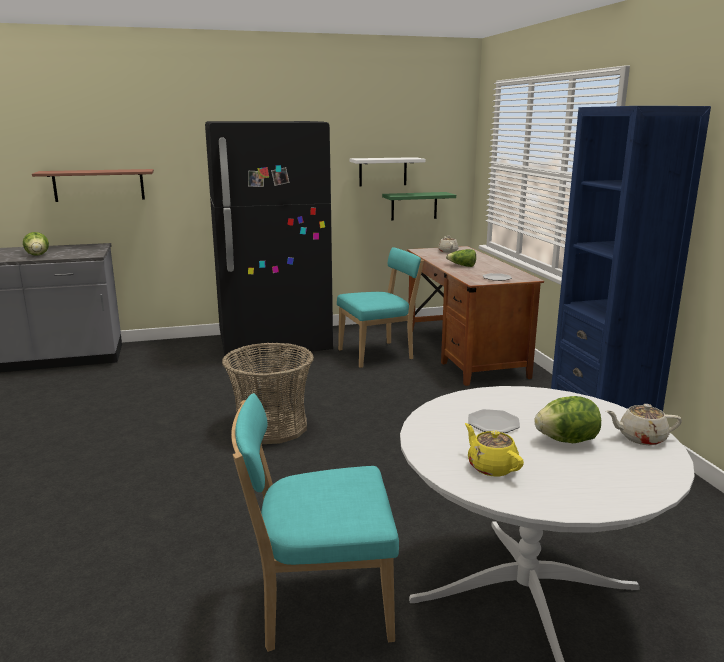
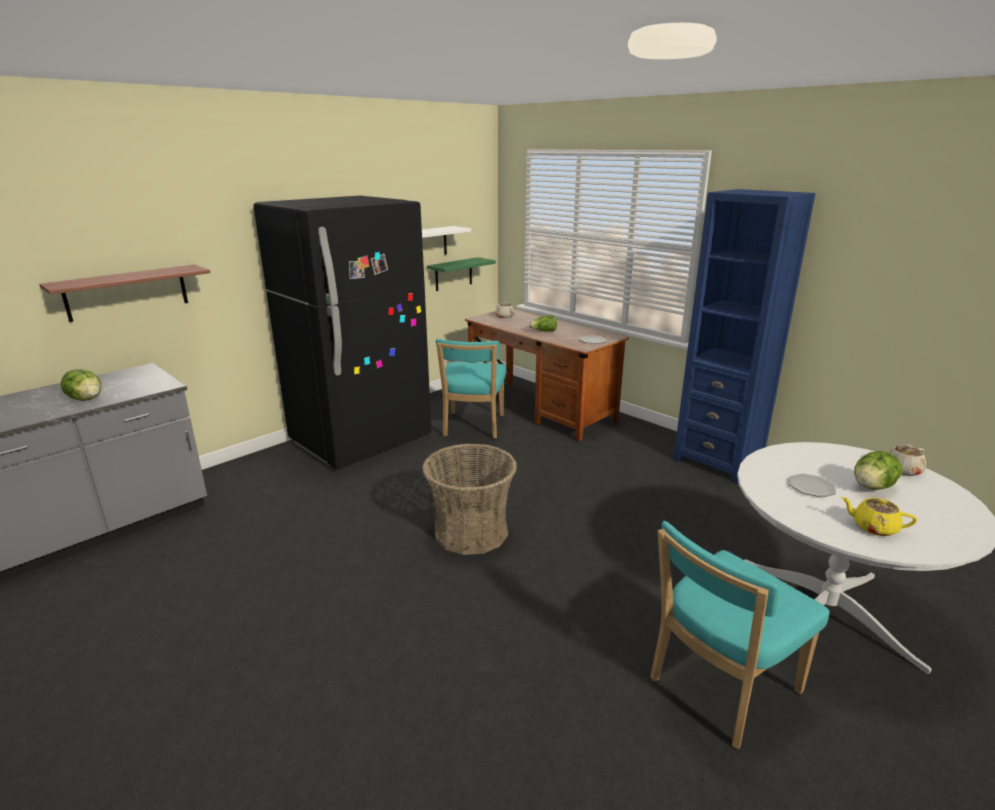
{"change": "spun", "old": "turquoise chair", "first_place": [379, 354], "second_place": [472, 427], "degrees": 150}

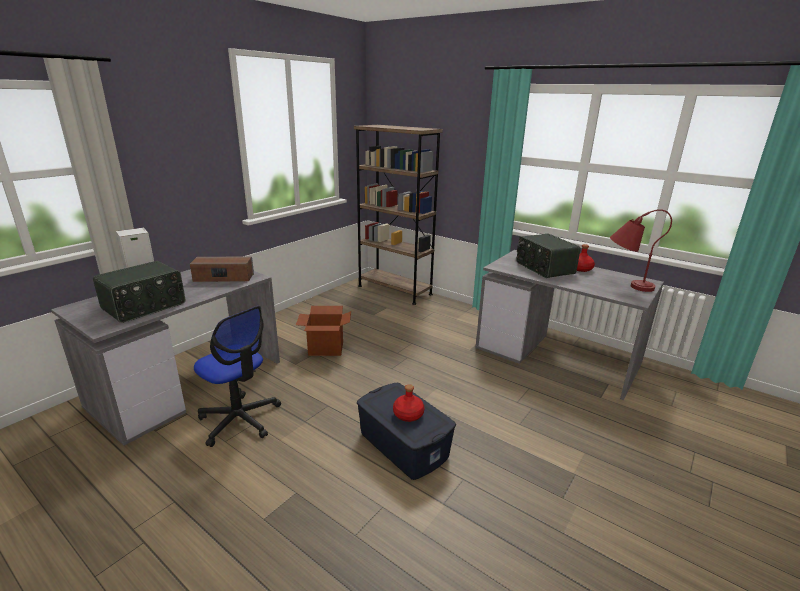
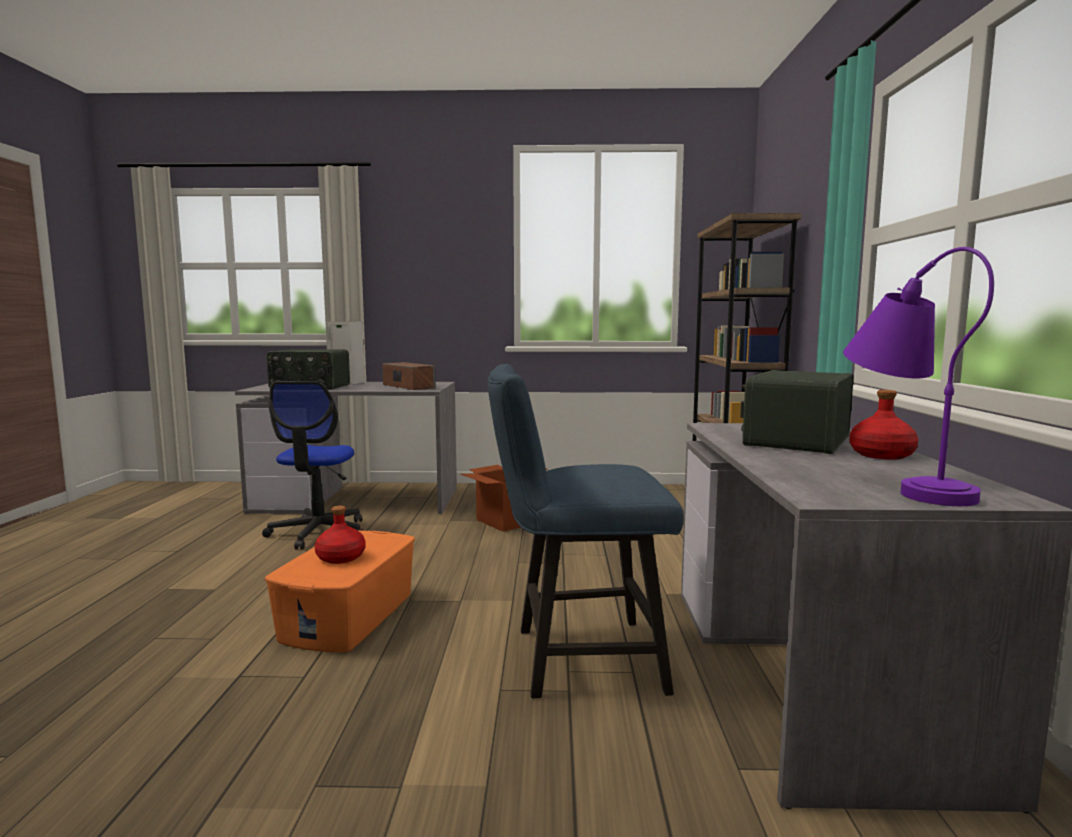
{"change": "appeared", "new": "blue chair", "second_place": [575, 659]}
{"change": "colour", "old": "blue storage box", "new": "orange storage box", "first_place": [404, 444], "second_place": [350, 616]}
{"change": "colour", "old": "red table lamp", "new": "purple table lamp", "first_place": [625, 285], "second_place": [901, 485]}

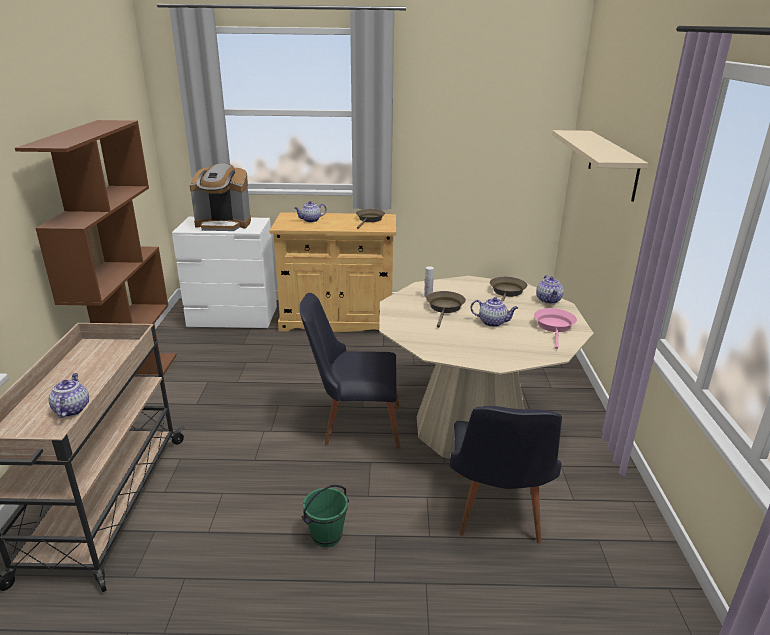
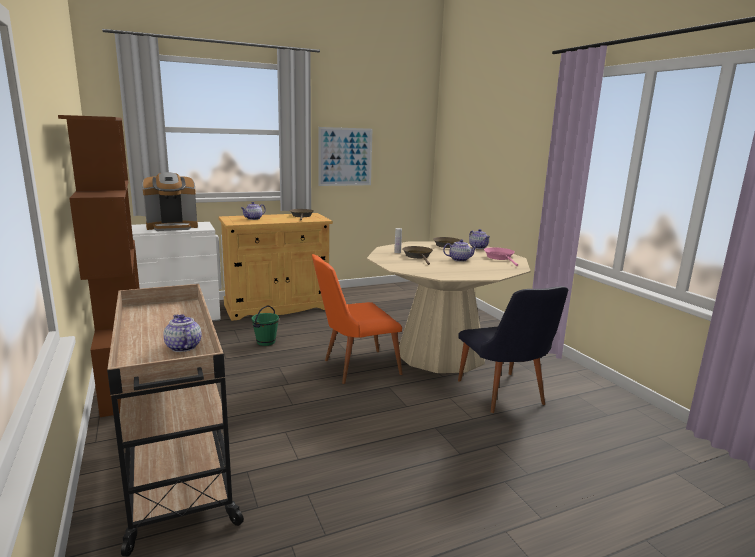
{"change": "missing", "old": "beige shelf", "first_place": [612, 164]}
{"change": "appeared", "new": "picture", "second_place": [345, 157]}
{"change": "relocated", "old": "green bucket", "first_place": [326, 535], "second_place": [265, 342]}
{"change": "colour", "old": "black chair", "new": "orange chair", "first_place": [354, 425], "second_place": [354, 367]}

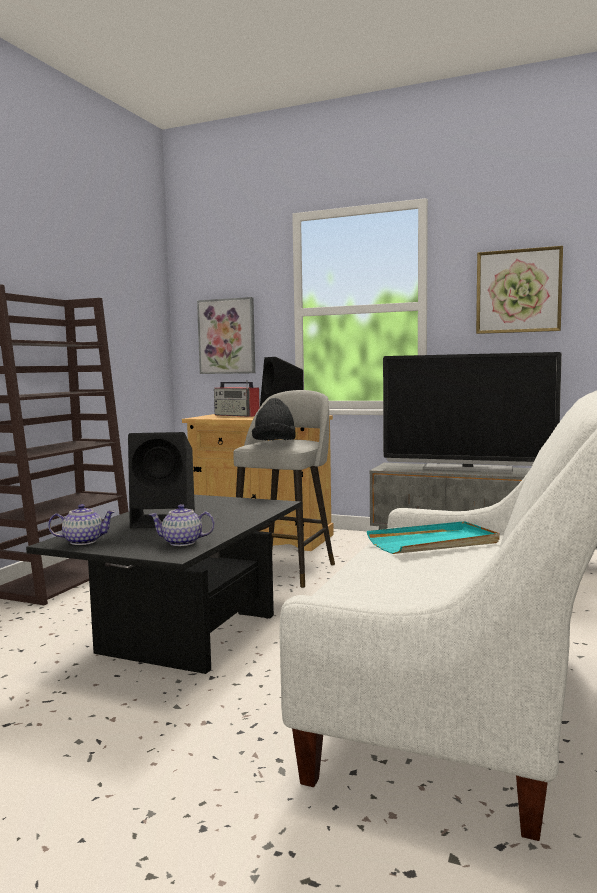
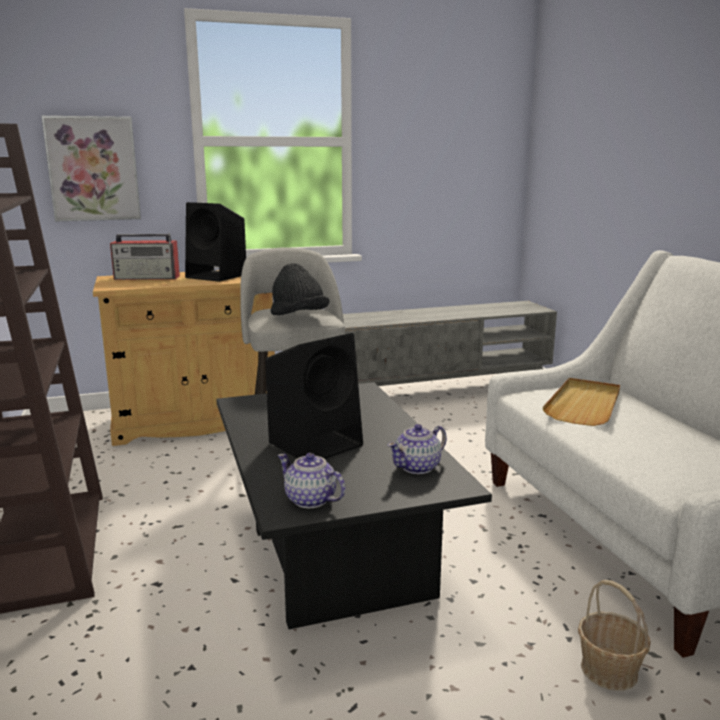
{"change": "missing", "old": "television", "first_place": [467, 469]}
{"change": "missing", "old": "picture", "first_place": [518, 291]}
{"change": "appeared", "new": "basket", "second_place": [609, 670]}
{"change": "colour", "old": "turquoise tray", "new": "beige tray", "first_place": [434, 542], "second_place": [584, 405]}
{"change": "spun", "old": "teapot", "first_place": [83, 541], "second_place": [310, 500], "degrees": -90}

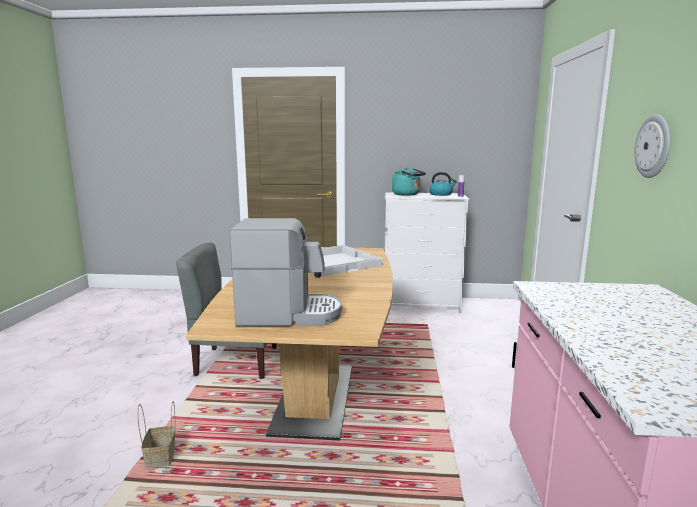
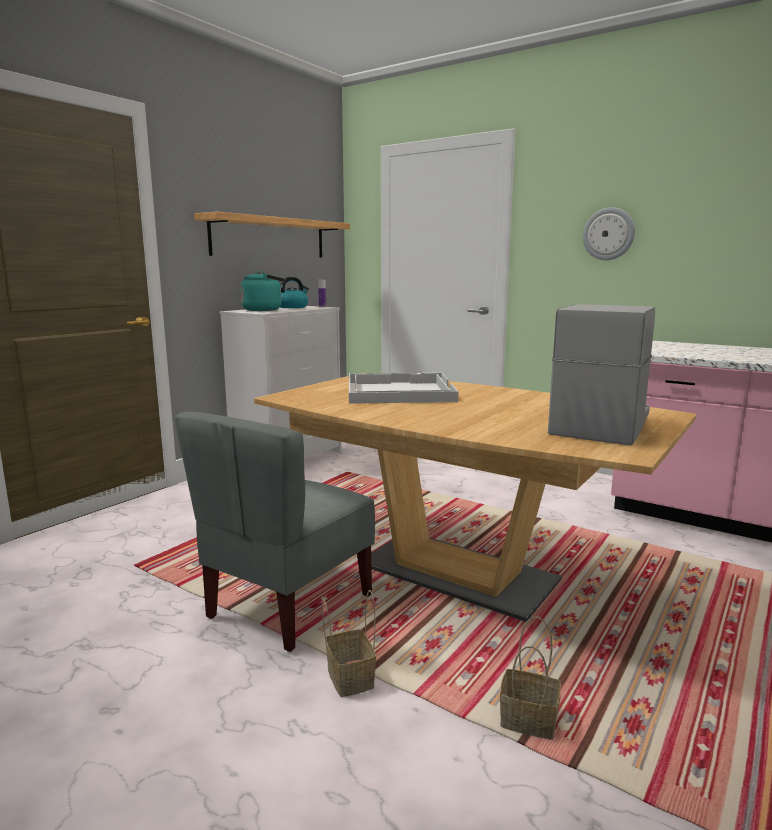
{"change": "appeared", "new": "shelf", "second_place": [270, 238]}
{"change": "appeared", "new": "basket", "second_place": [349, 677]}

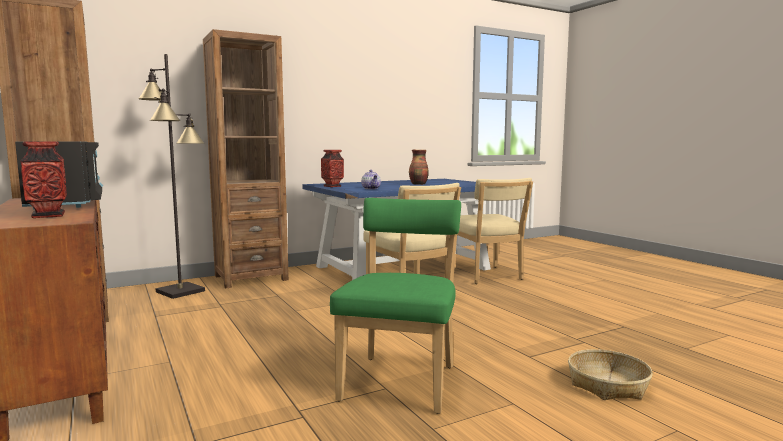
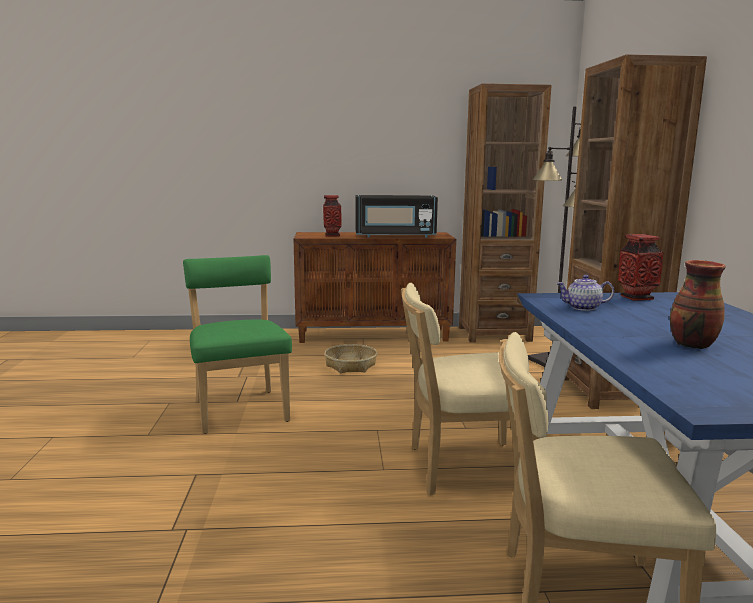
{"change": "relocated", "old": "basket", "first_place": [608, 385], "second_place": [350, 365]}
{"change": "spun", "old": "green chair", "first_place": [401, 380], "second_place": [240, 408], "degrees": -150}

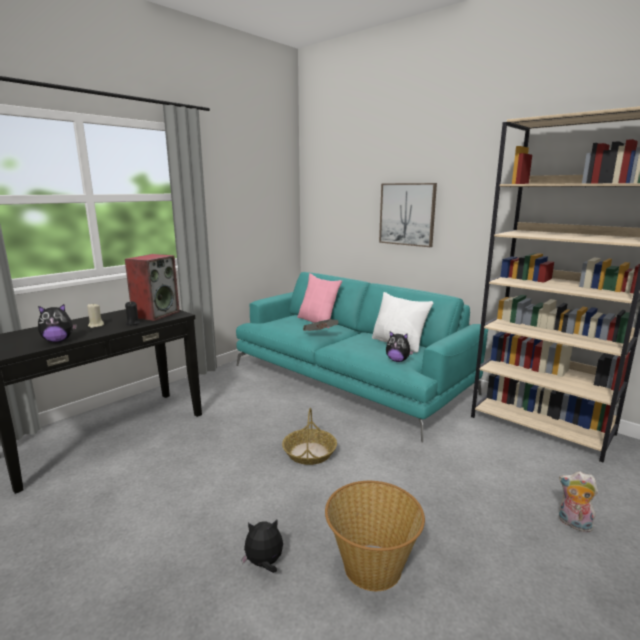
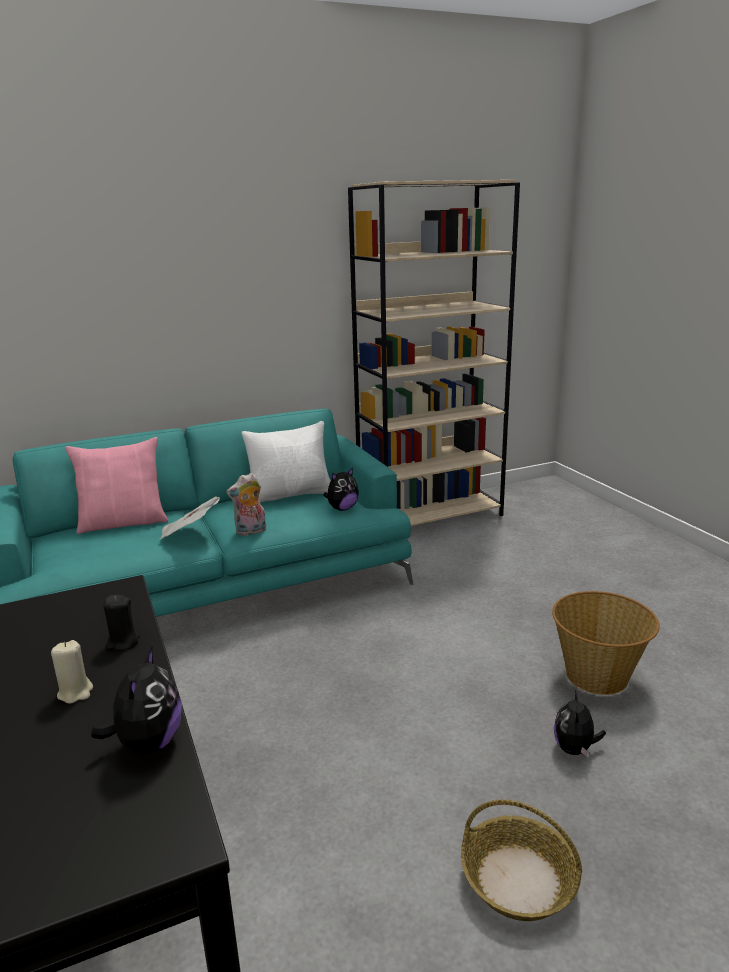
{"change": "missing", "old": "speaker", "first_place": [156, 314]}
{"change": "missing", "old": "picture", "first_place": [407, 214]}
{"change": "relocated", "old": "basket", "first_place": [309, 453], "second_place": [519, 880]}
{"change": "relocated", "old": "plush toy", "first_place": [573, 524], "second_place": [250, 532]}

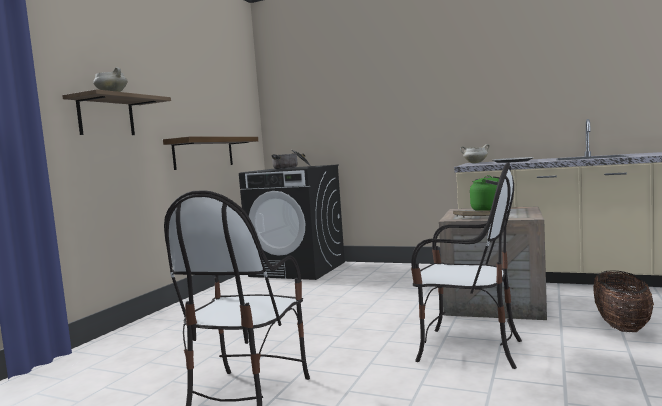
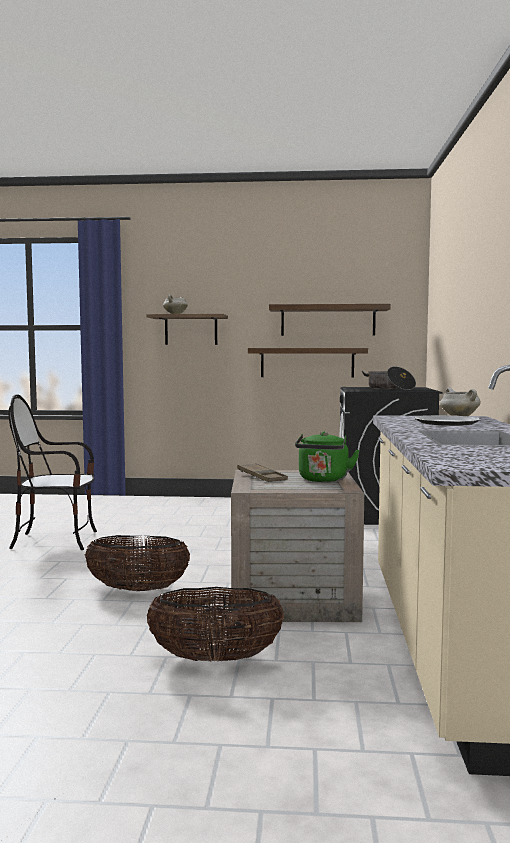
{"change": "appeared", "new": "shelf", "second_place": [328, 320]}
{"change": "exchanged", "old": "chair", "new": "basket", "first_place": [468, 349], "second_place": [138, 589]}

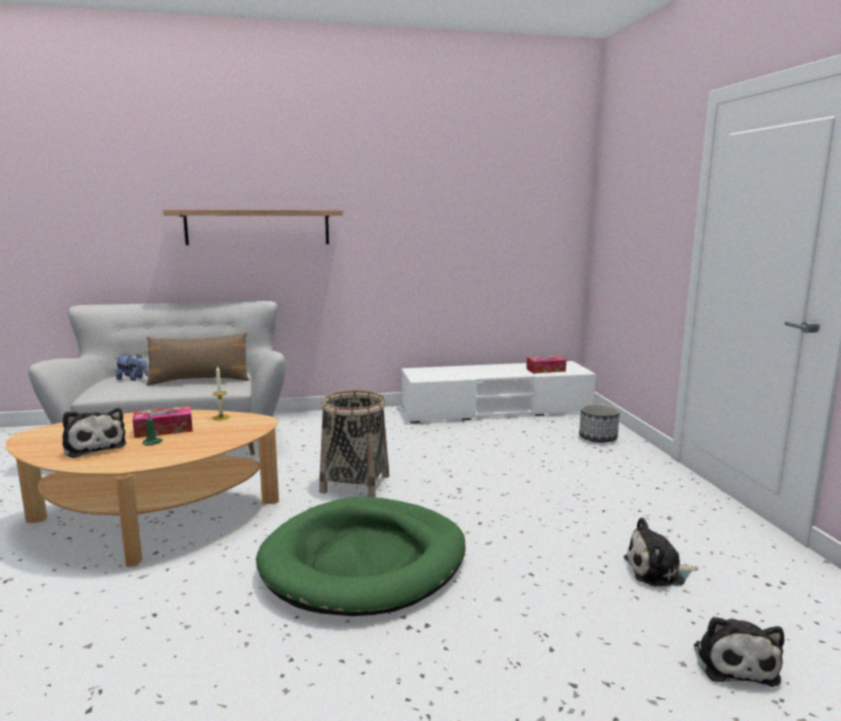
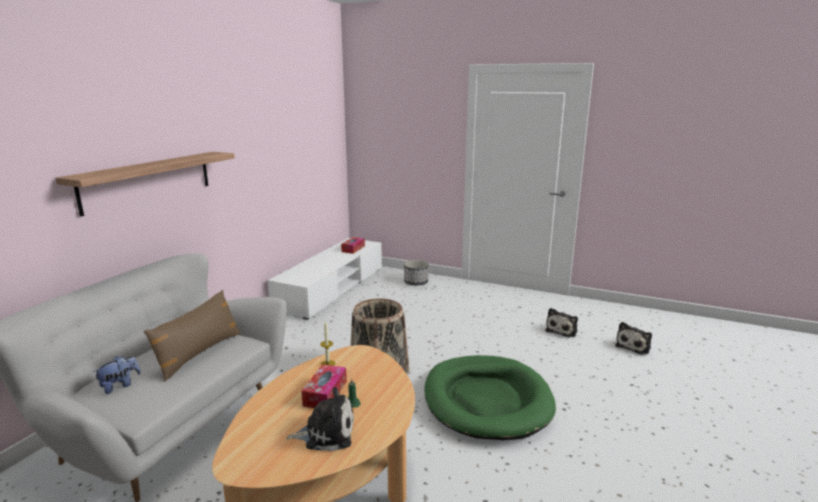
{"change": "spun", "old": "plush toy", "first_place": [733, 662], "second_place": [634, 346], "degrees": 90}

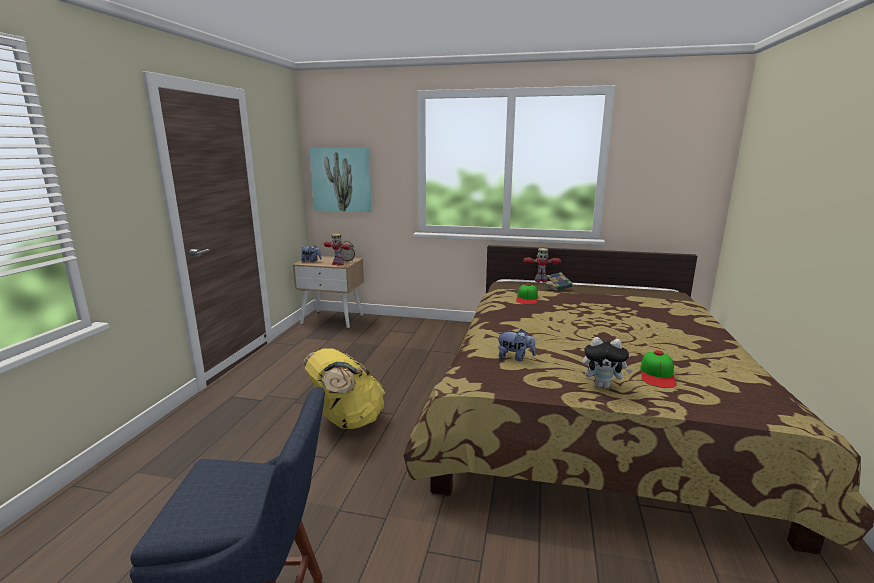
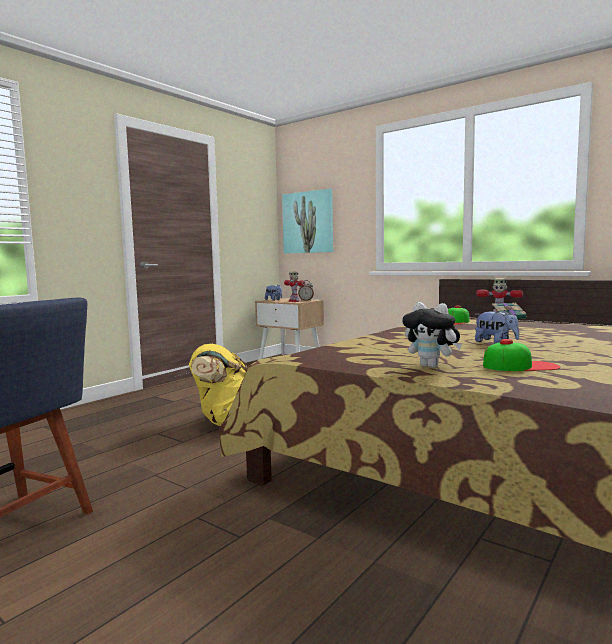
{"change": "relocated", "old": "plush toy", "first_place": [515, 357], "second_place": [495, 343]}
{"change": "spun", "old": "cap", "first_place": [657, 374], "second_place": [520, 366], "degrees": -135}

